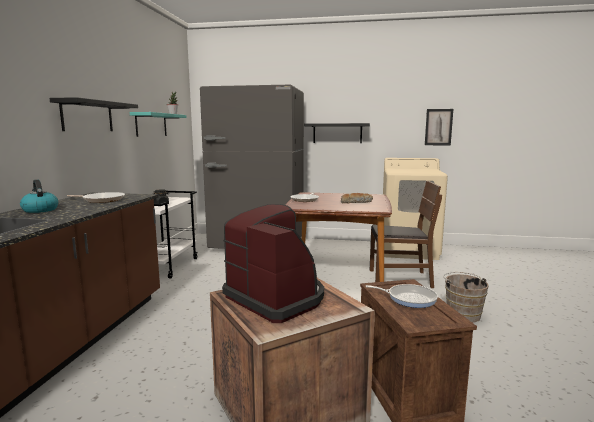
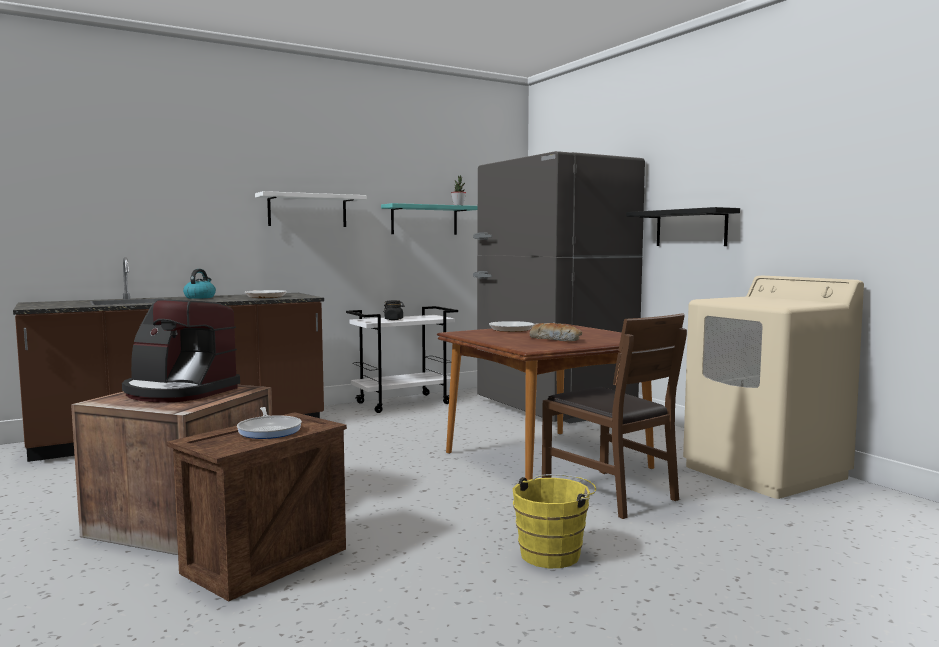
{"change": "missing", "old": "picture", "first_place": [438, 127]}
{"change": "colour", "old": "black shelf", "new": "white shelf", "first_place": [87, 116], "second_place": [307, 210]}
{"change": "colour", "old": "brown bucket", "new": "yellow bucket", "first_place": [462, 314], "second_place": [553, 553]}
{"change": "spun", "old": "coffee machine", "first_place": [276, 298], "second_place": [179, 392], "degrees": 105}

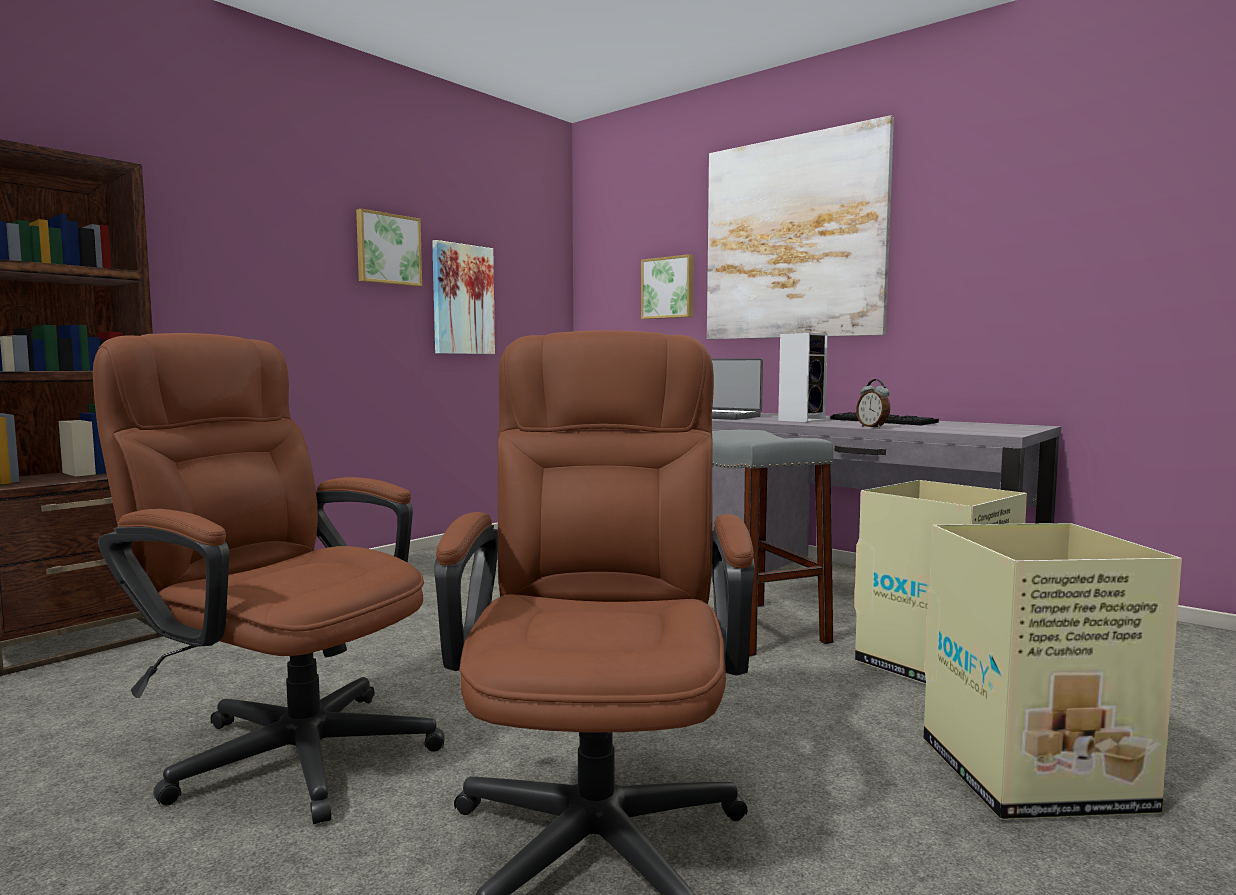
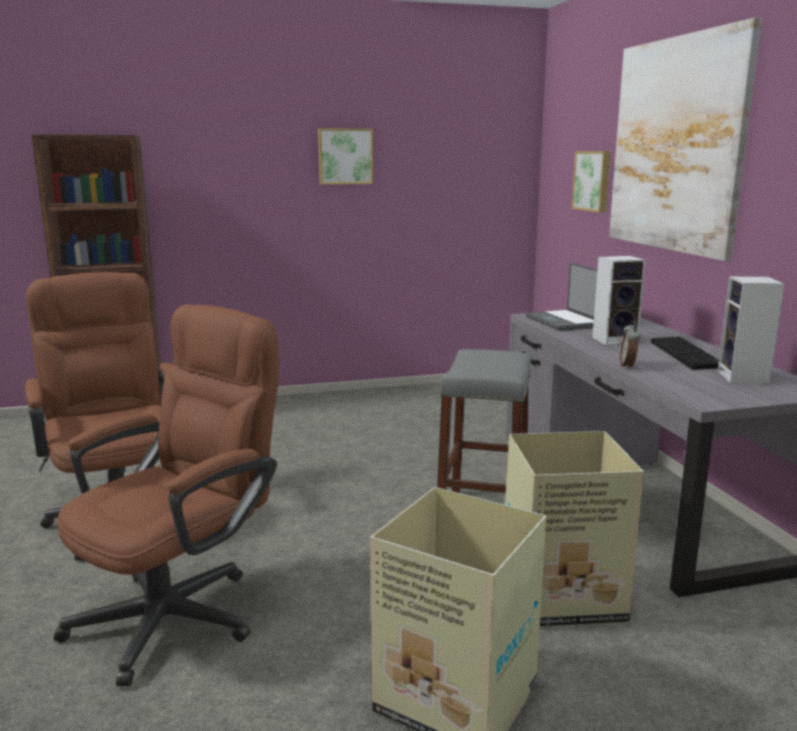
{"change": "missing", "old": "picture", "first_place": [462, 299]}
{"change": "appeared", "new": "speaker", "second_place": [744, 378]}

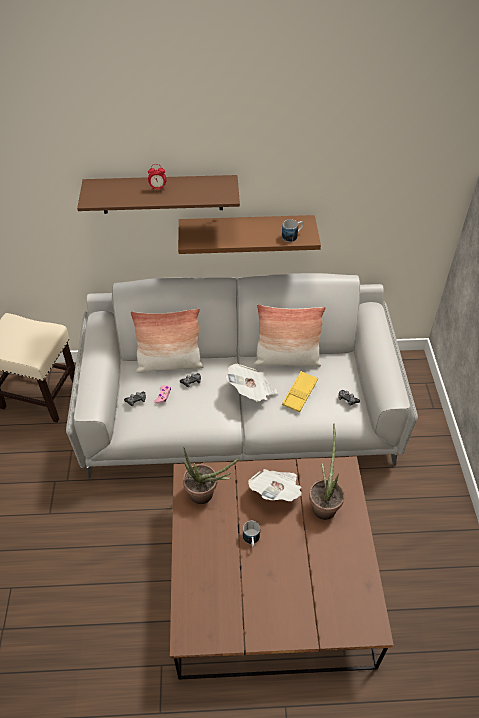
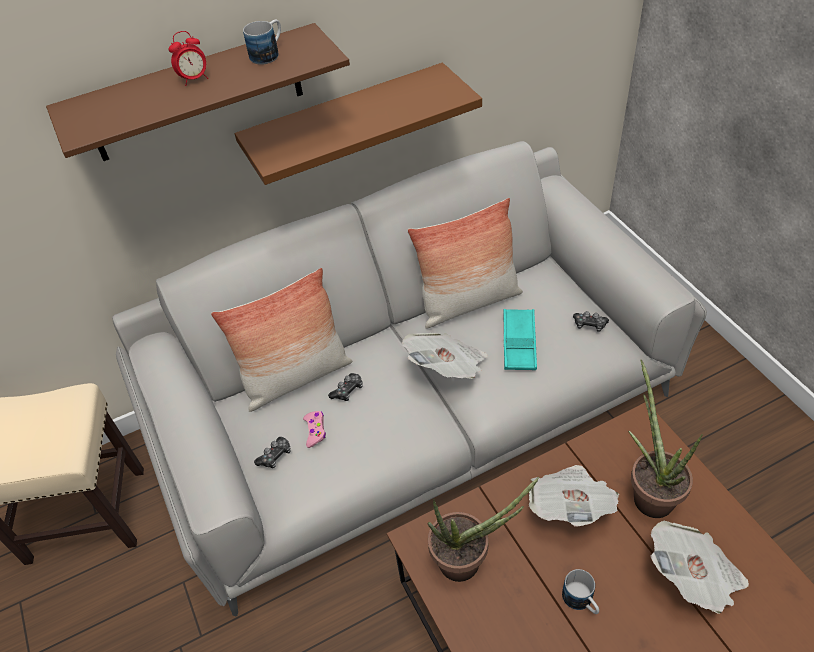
{"change": "appeared", "new": "newspaper", "second_place": [693, 577]}
{"change": "relocated", "old": "mug", "first_place": [292, 236], "second_place": [269, 54]}
{"change": "colour", "old": "yellow tray", "new": "turquoise tray", "first_place": [300, 393], "second_place": [519, 343]}

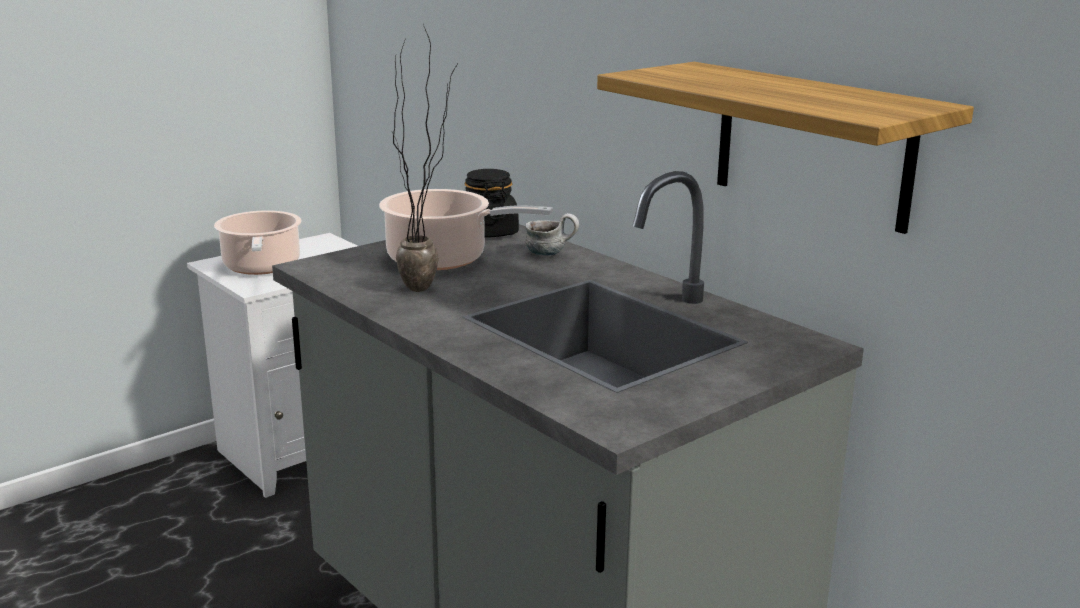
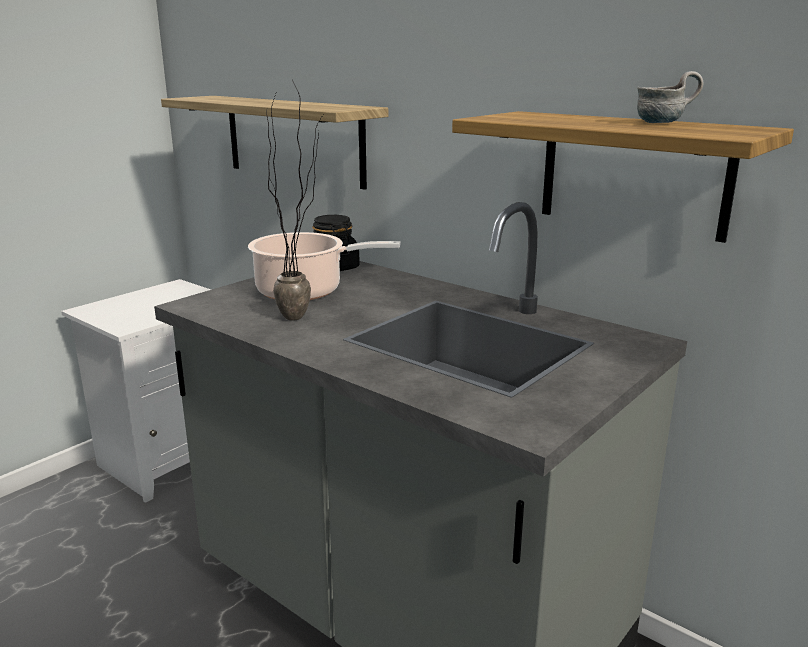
{"change": "missing", "old": "cooking pot", "first_place": [261, 267]}
{"change": "appeared", "new": "shelf", "second_place": [293, 140]}
{"change": "relocated", "old": "mug", "first_place": [551, 253], "second_place": [665, 123]}

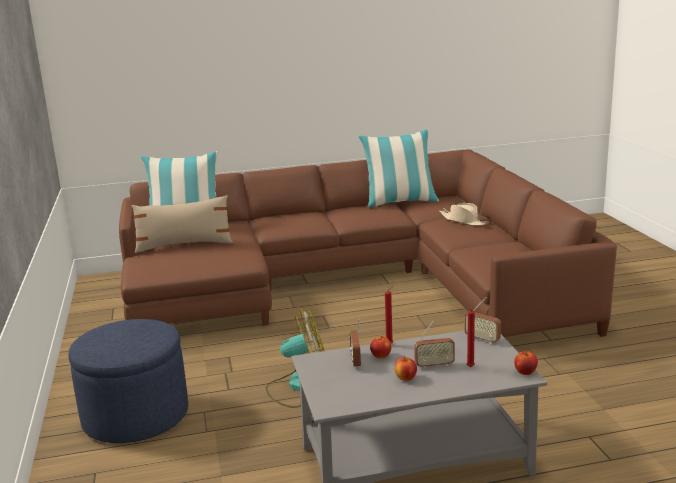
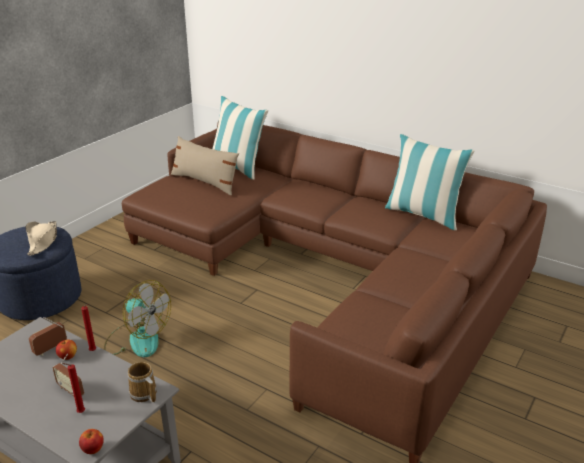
{"change": "missing", "old": "apple", "first_place": [406, 378]}
{"change": "relocated", "old": "beige hat", "first_place": [463, 221], "second_place": [43, 242]}
{"change": "exchanged", "old": "radio", "new": "mug", "first_place": [482, 339], "second_place": [143, 394]}

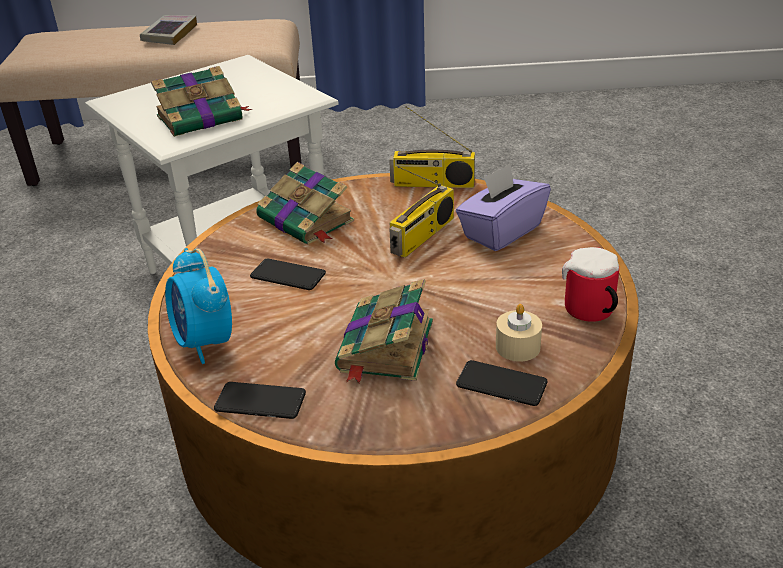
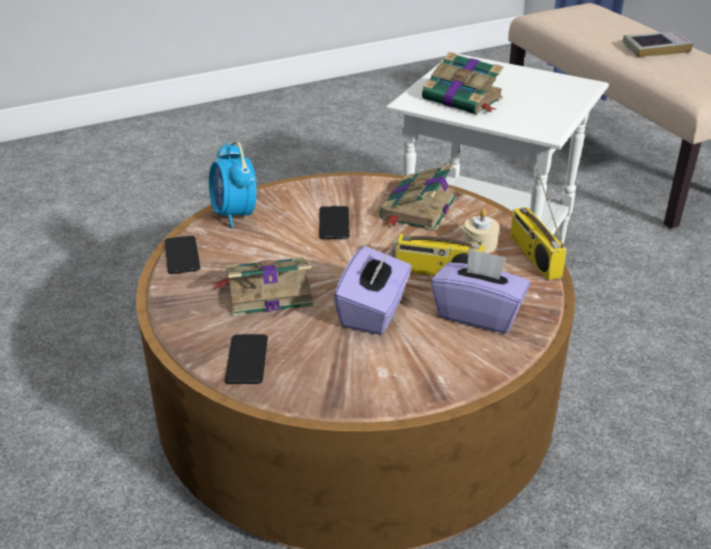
{"change": "missing", "old": "mug", "first_place": [591, 313]}
{"change": "appeared", "new": "purple tissue box", "second_place": [374, 312]}
{"change": "relocated", "old": "beige candle", "first_place": [517, 347], "second_place": [480, 244]}
{"change": "spun", "old": "alarm clock", "first_place": [205, 342], "second_place": [234, 215], "degrees": -60}

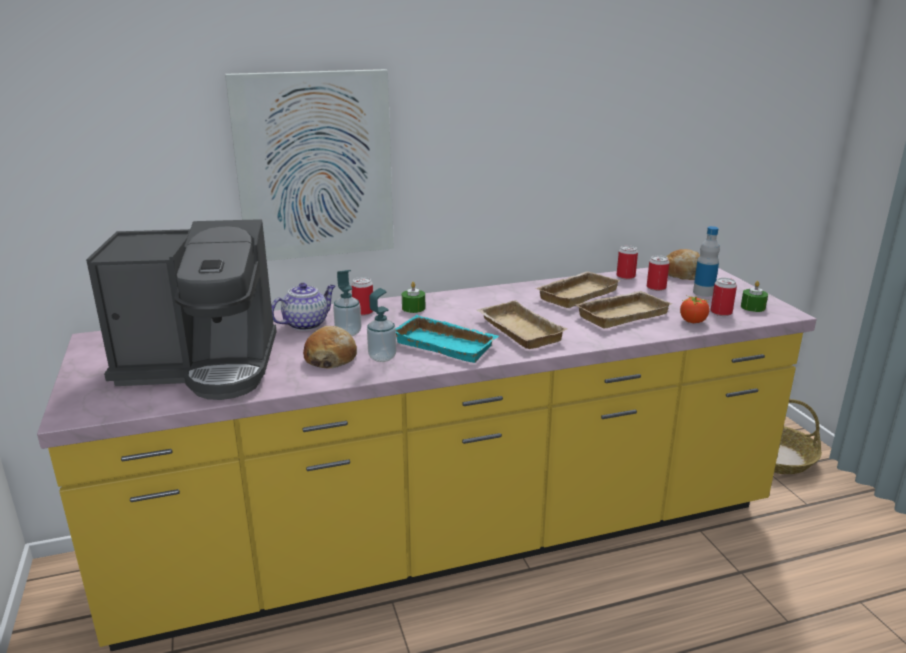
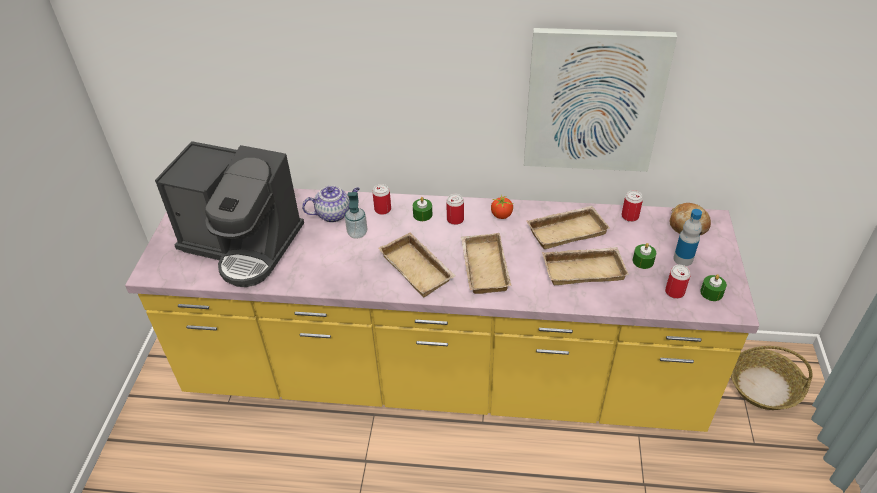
{"change": "missing", "old": "bread", "first_place": [331, 358]}
{"change": "missing", "old": "soap dispenser", "first_place": [382, 357]}
{"change": "appeared", "new": "green candle", "second_place": [643, 261]}
{"change": "relocated", "old": "picture", "first_place": [314, 166], "second_place": [593, 101]}
{"change": "relocated", "old": "can", "first_place": [656, 288], "second_place": [455, 219]}
{"change": "relocated", "old": "tomato", "first_place": [693, 321], "second_place": [501, 215]}
{"change": "colour", "old": "turquoise tray", "new": "beige tray", "first_place": [447, 344], "second_place": [419, 268]}

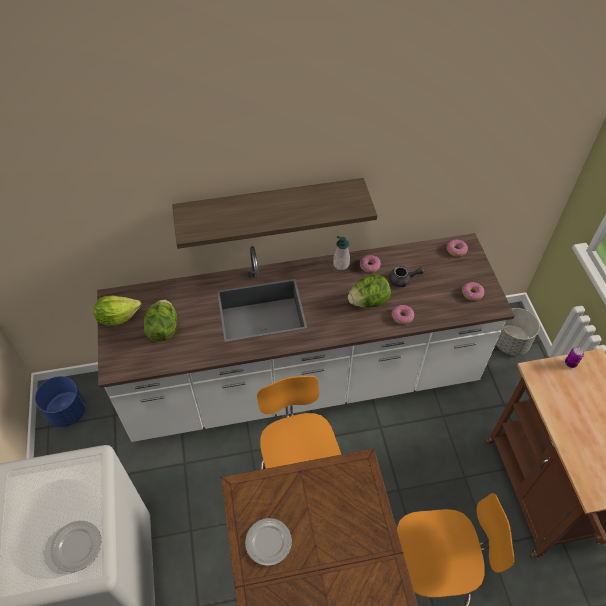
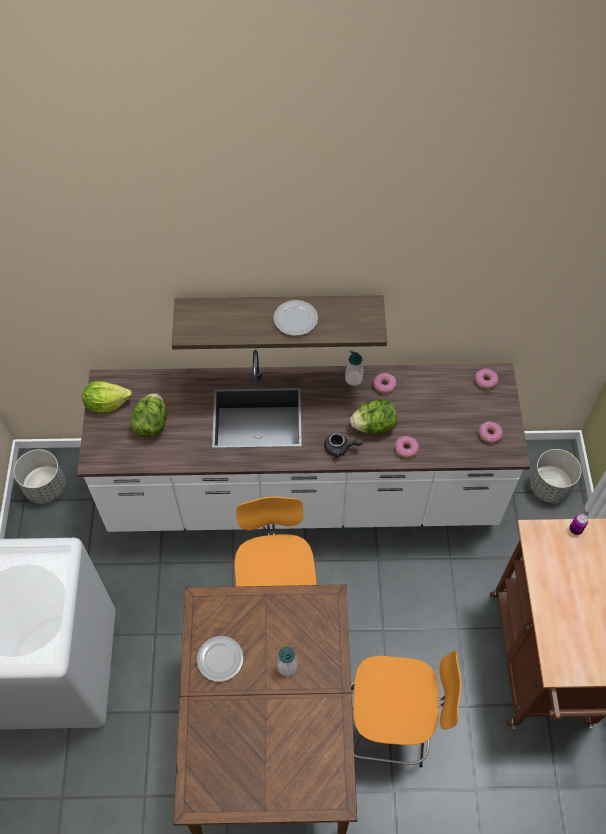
{"change": "appeared", "new": "soap dispenser", "second_place": [287, 666]}
{"change": "relocated", "old": "plate", "first_place": [77, 546], "second_place": [296, 319]}
{"change": "relocated", "old": "grey teapot", "first_place": [403, 280], "second_place": [340, 448]}
{"change": "colour", "old": "blue planter", "new": "grey planter", "first_place": [67, 411], "second_place": [45, 487]}

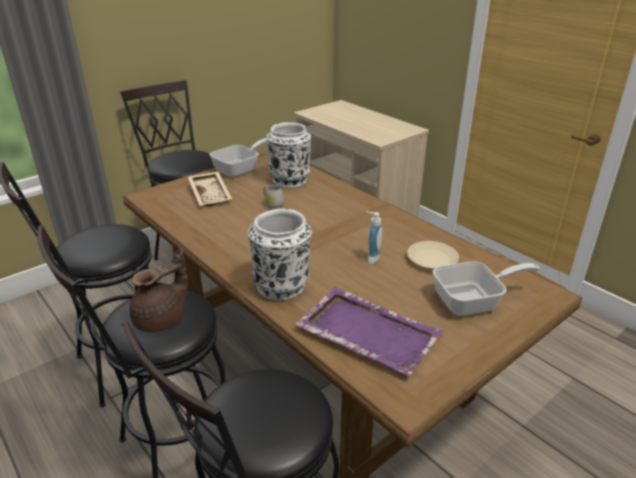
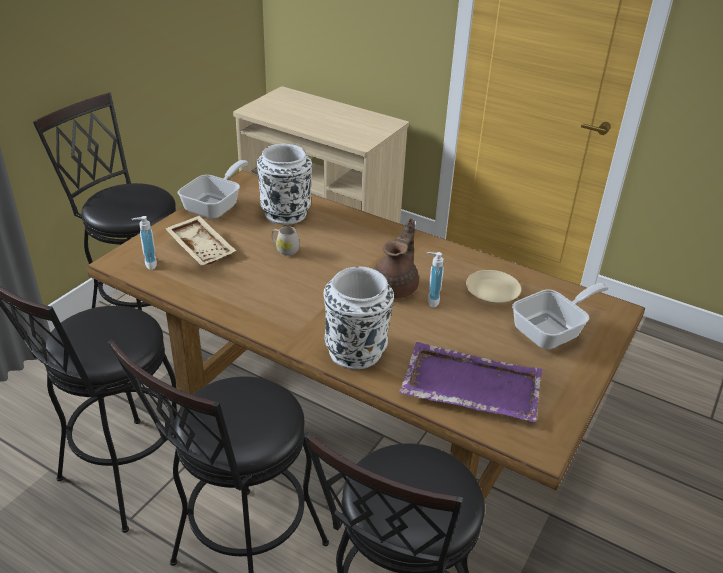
{"change": "appeared", "new": "soap dispenser", "second_place": [148, 264]}
{"change": "relocated", "old": "brown teapot", "first_place": [162, 319], "second_place": [396, 287]}

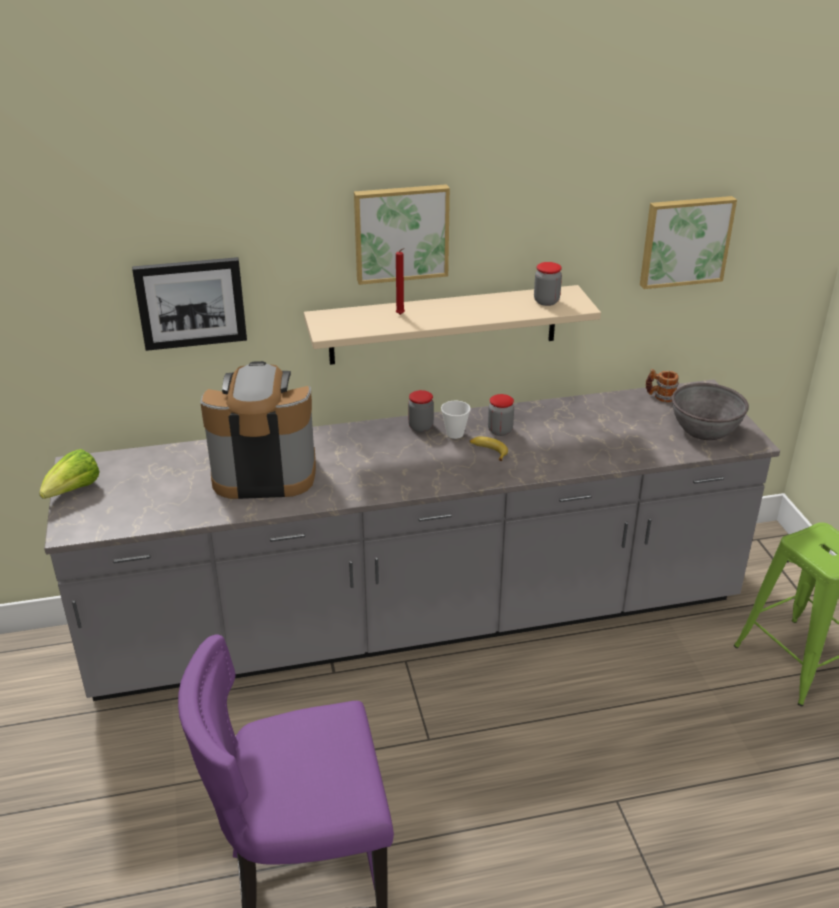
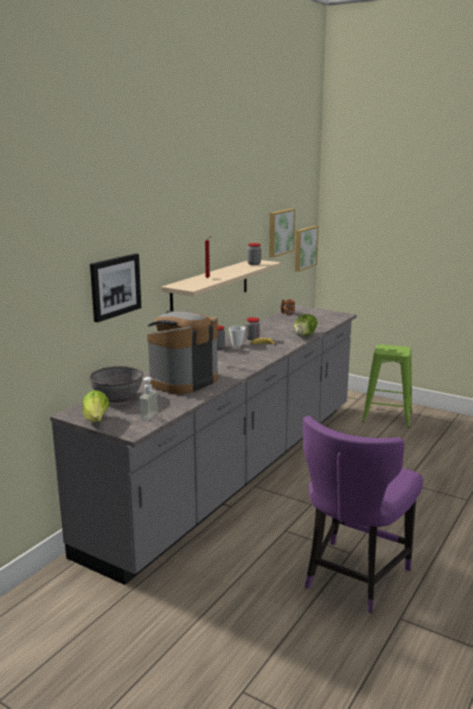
{"change": "appeared", "new": "soap dispenser", "second_place": [153, 416]}
{"change": "appeared", "new": "lettuce", "second_place": [305, 335]}
{"change": "relocated", "old": "picture", "first_place": [401, 233], "second_place": [304, 248]}
{"change": "relocated", "old": "grey bowl", "first_place": [705, 430], "second_place": [117, 397]}

